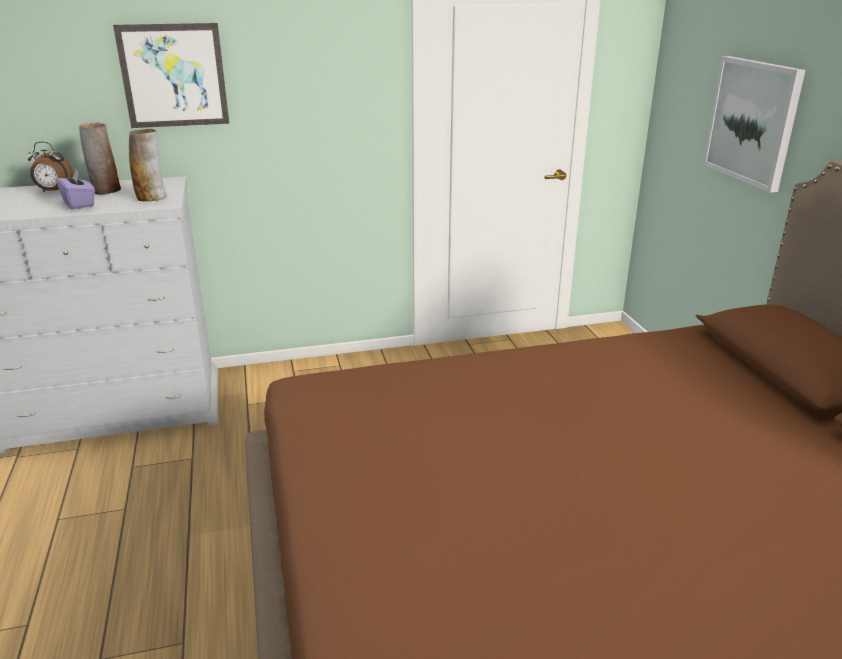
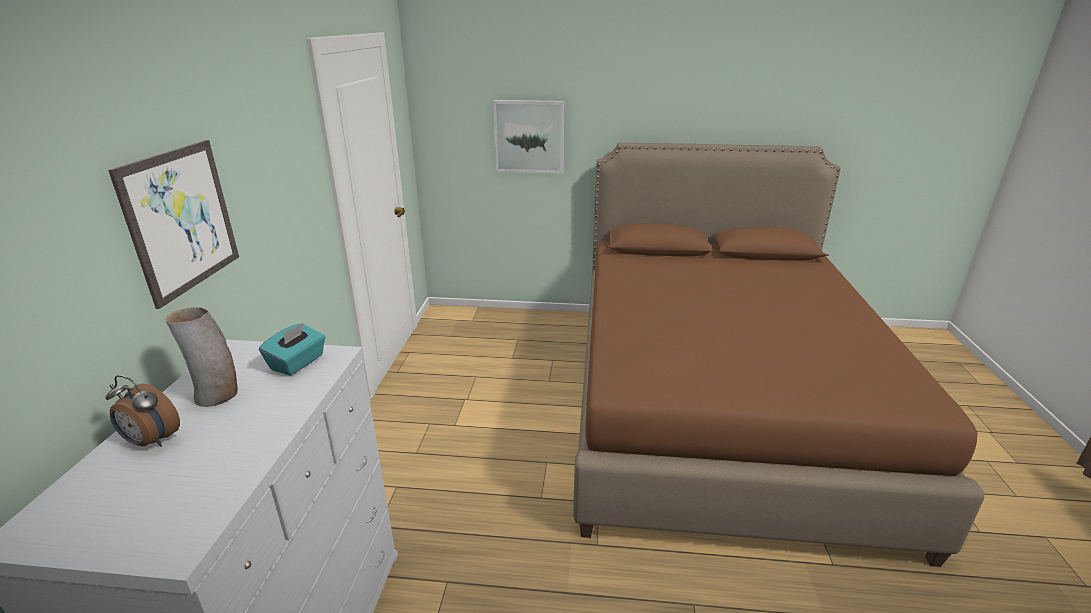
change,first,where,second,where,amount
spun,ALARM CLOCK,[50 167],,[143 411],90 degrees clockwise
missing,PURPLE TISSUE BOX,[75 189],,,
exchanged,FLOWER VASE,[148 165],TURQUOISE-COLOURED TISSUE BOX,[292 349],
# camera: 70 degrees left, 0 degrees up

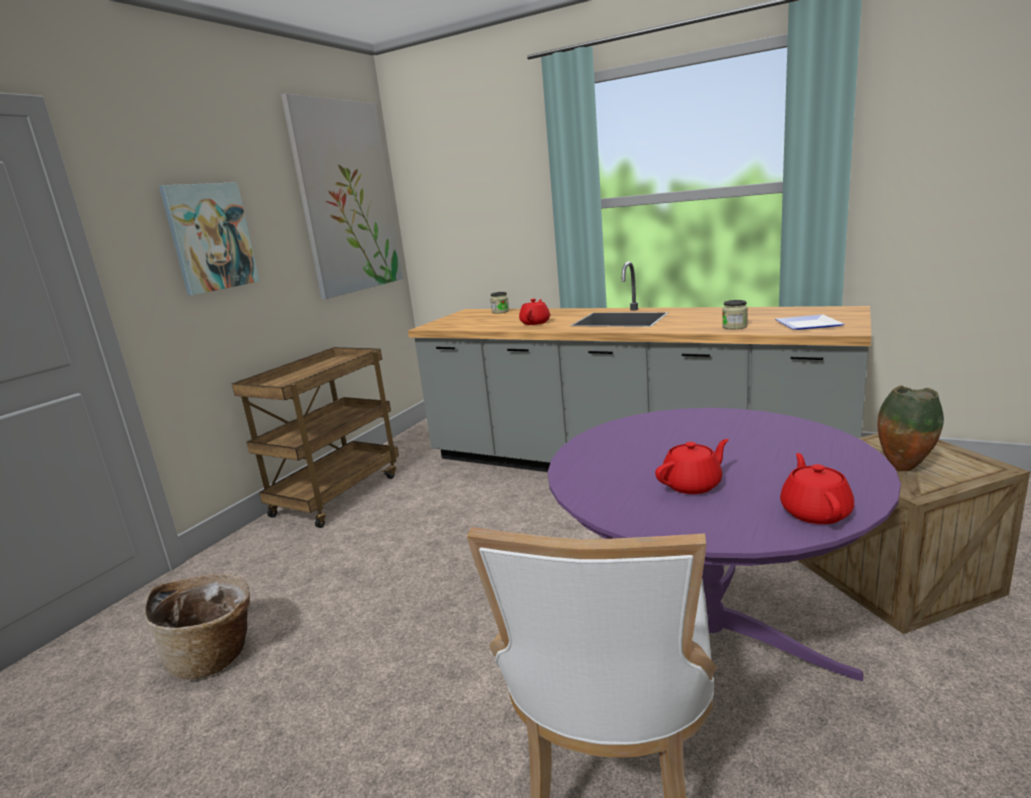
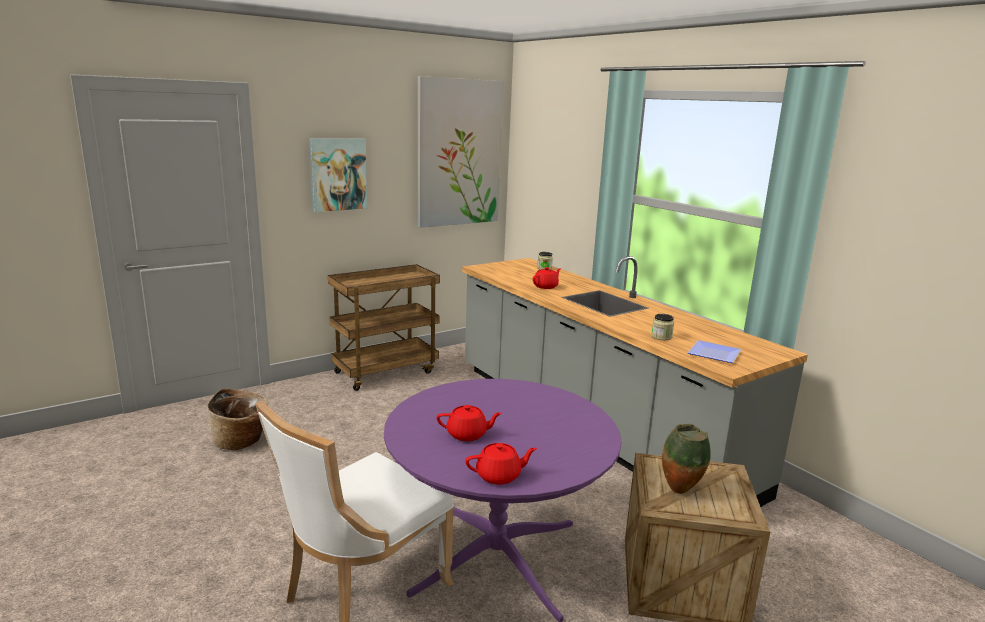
change,first,where,second,where,amount
spun,REDDISH POT FOR TEA,[817 488],,[501 464],45 degrees clockwise
# camera: 25 degrees right, 0 degrees up

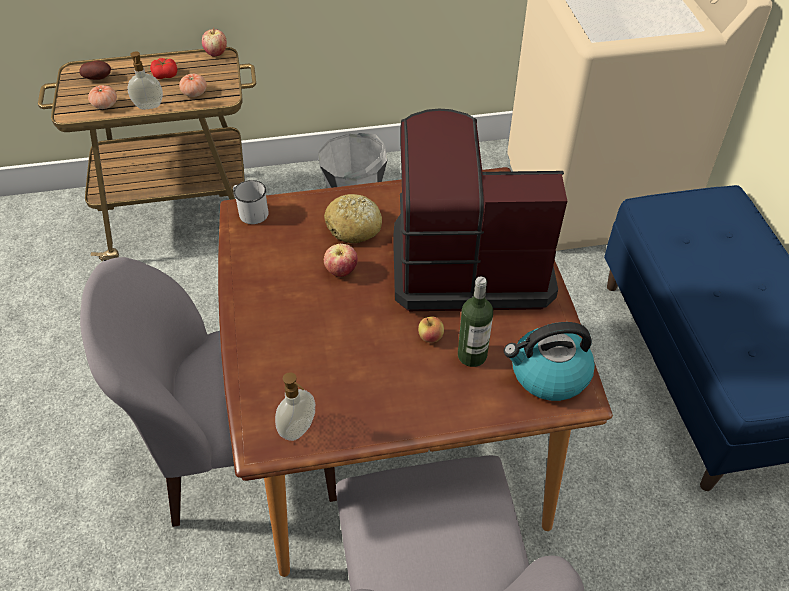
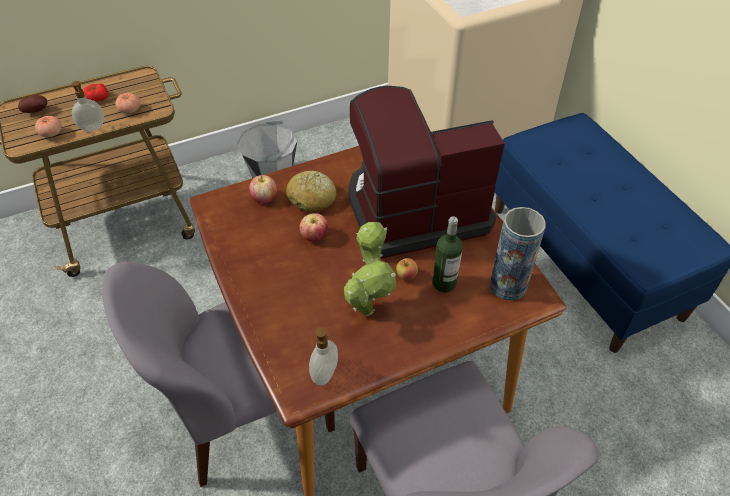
change,first,where,second,where,amount
relocated,APPLE FRUIT,[214 42],,[263 189],
missing,WHITE MUG,[251 202],,,
exchanged,TEA KETTLE,[549 361],FLOWER VASE,[518 254],
appeared,,,HOUSEPLANT,[370 269],
# camera: 15 degrees left, 0 degrees up

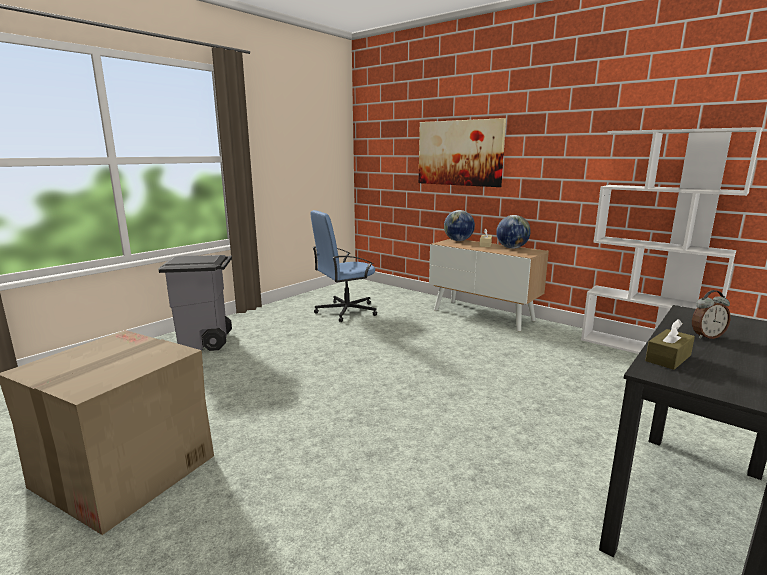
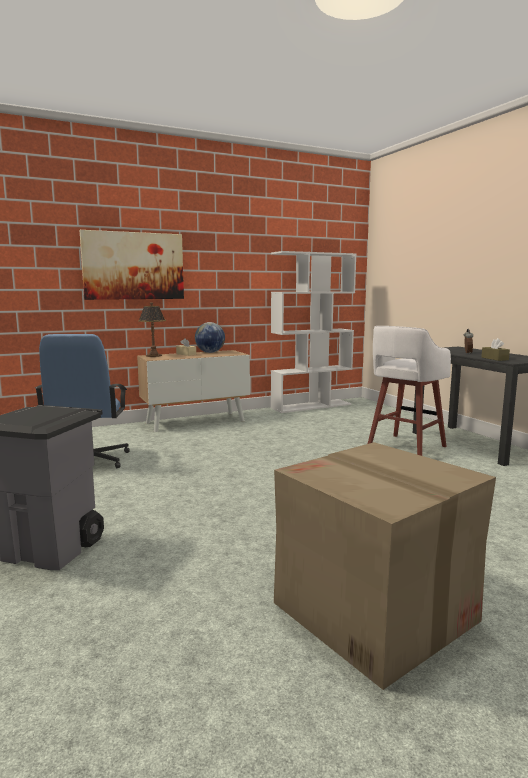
change,first,where,second,where,amount
exchanged,GLOBE,[459 225],TABLETOP LAMP,[152 329],
appeared,,,WHITE SITTING STOOL,[409 391],
# camera: 65 degrees left, 5 degrees down

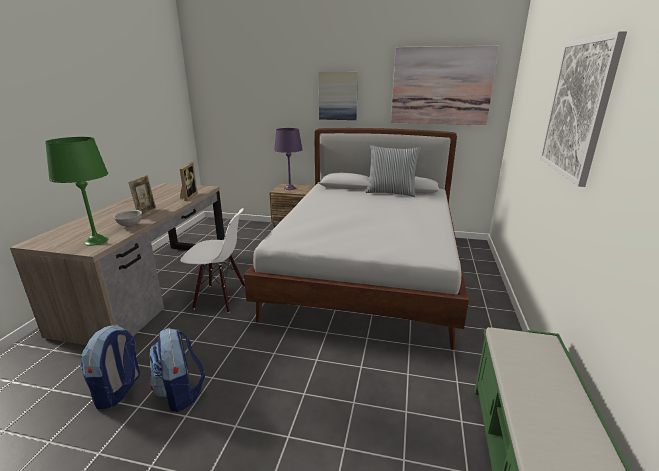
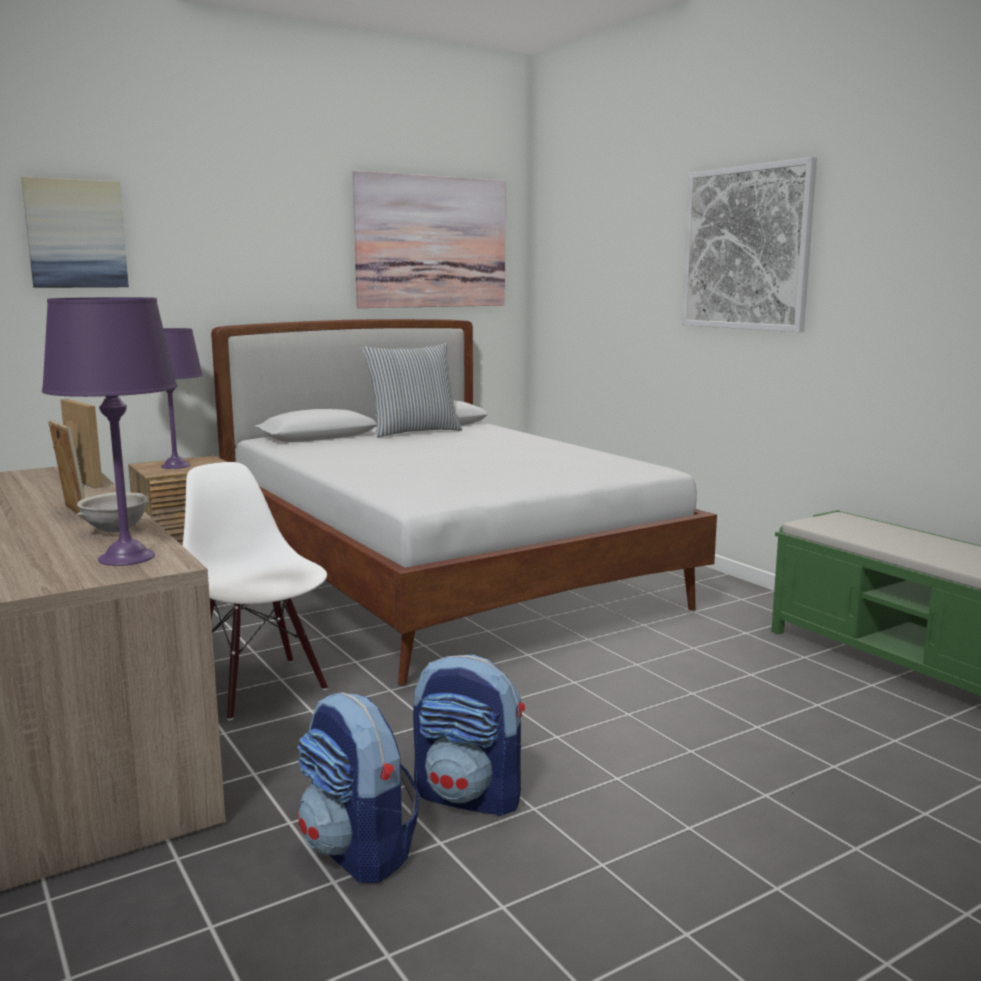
change,first,where,second,where,amount
colour,GREENISH TABLETOP LAMP,[76 191],PURPLE TABLETOP LAMP,[109 431],
spun,WHITE UPRIGHT CHAIR,[213 260],,[255 591],90 degrees counterclockwise
relocated,WALL ART,[338 96],,[75 232],
# camera: 45 degrees left, 10 degrees down

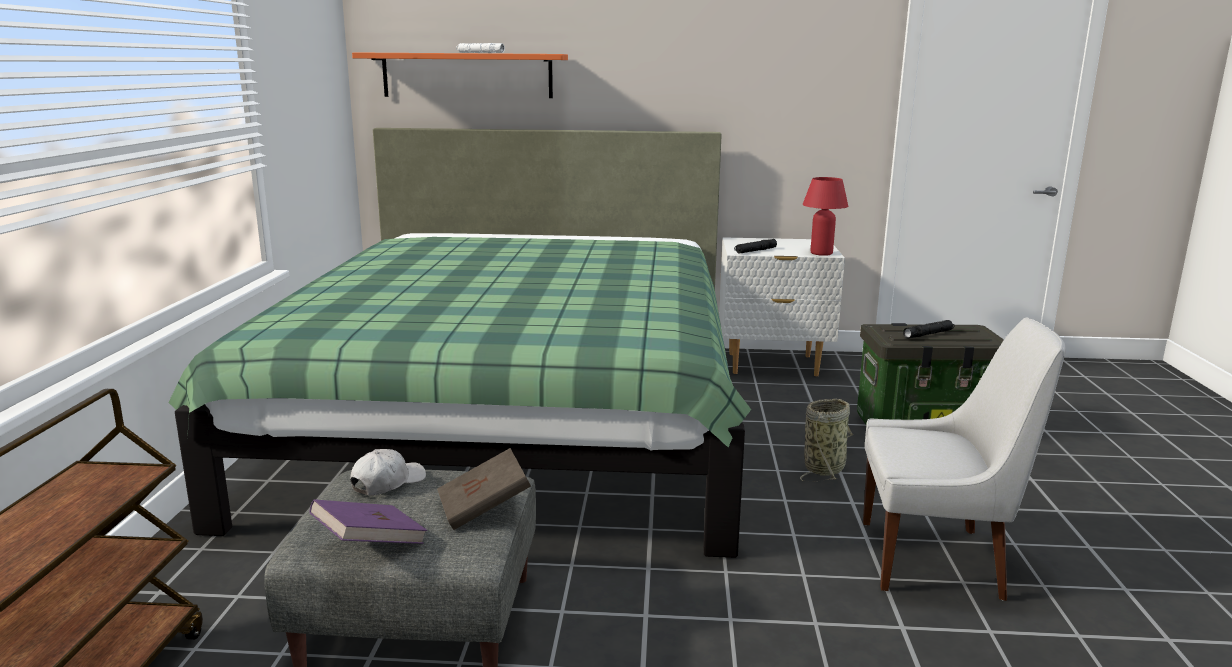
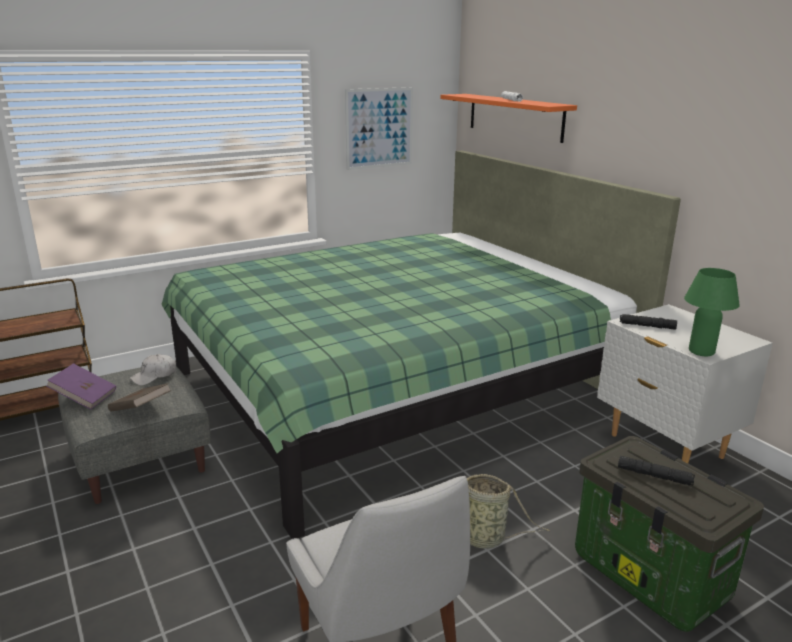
change,first,where,second,where,amount
spun,WHITE BASEBALL CAP,[388 472],,[153 369],135 degrees clockwise
colour,REDDISH TABLETOP LAMP,[825 216],GREENISH TABLETOP LAMP,[712 312],
appeared,,,WALL ART,[379 128],
# camera: 55 degrees right, 5 degrees up

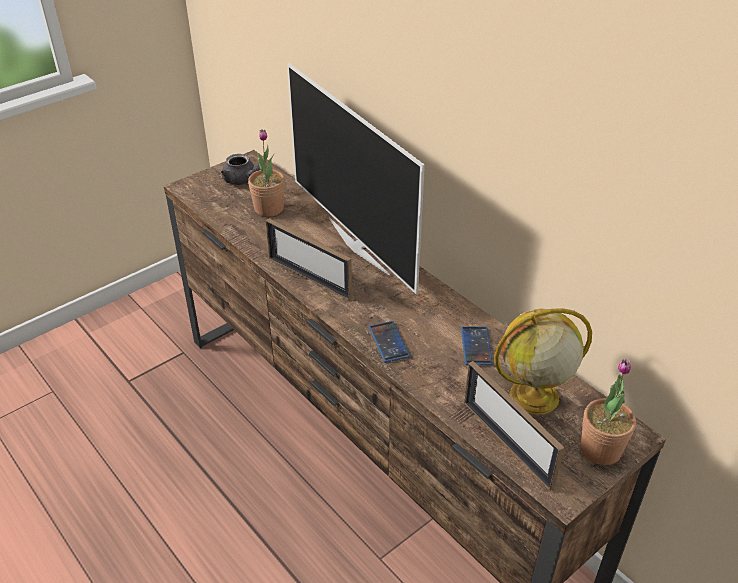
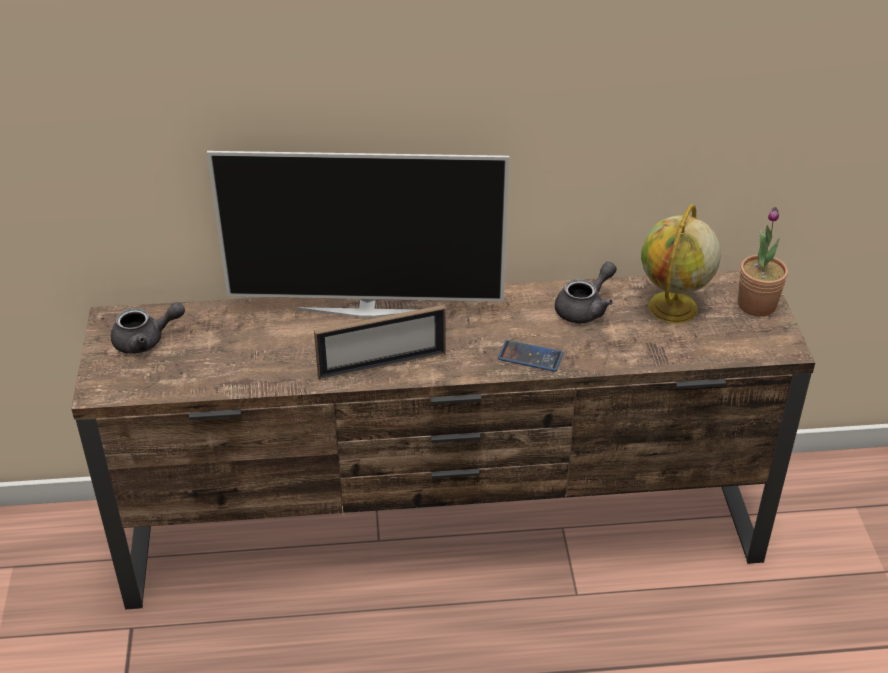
change,first,where,second,where,amount
missing,HOUSEPLANT,[266 173],,,
exchanged,HANDSET,[477 345],GRAY POT FOR TEA,[586 292],
missing,PHOTO FRAME,[514 426],,,
# camera: 55 degrees left, 0 degrees up

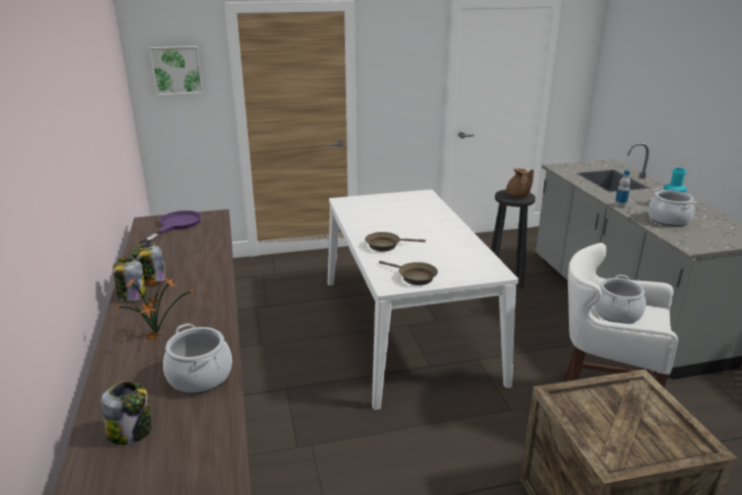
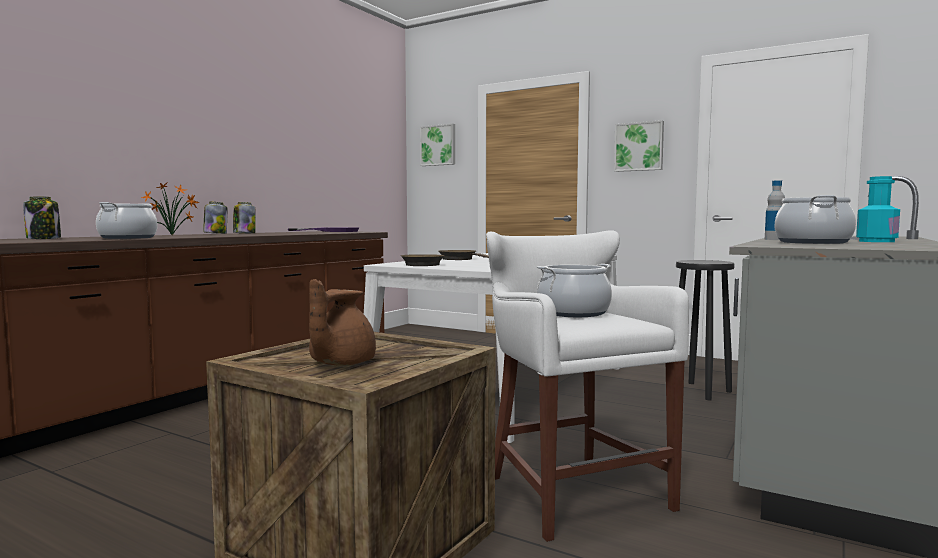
change,first,where,second,where,amount
relocated,BROWN-COLOURED POT FOR TEA,[520 182],,[342 322],
appeared,,,WALL ART,[639 146],
# camera: 45 degrees right, 20 degrees down

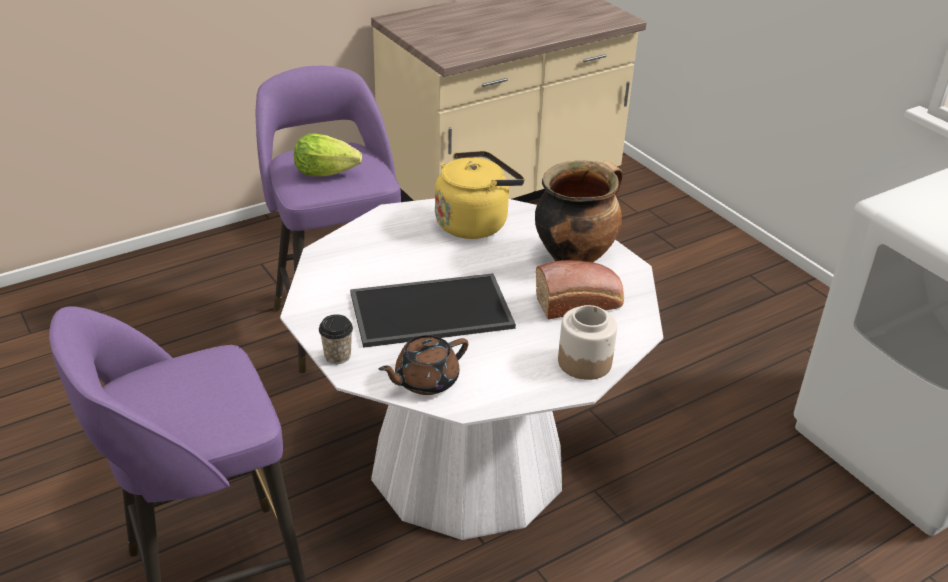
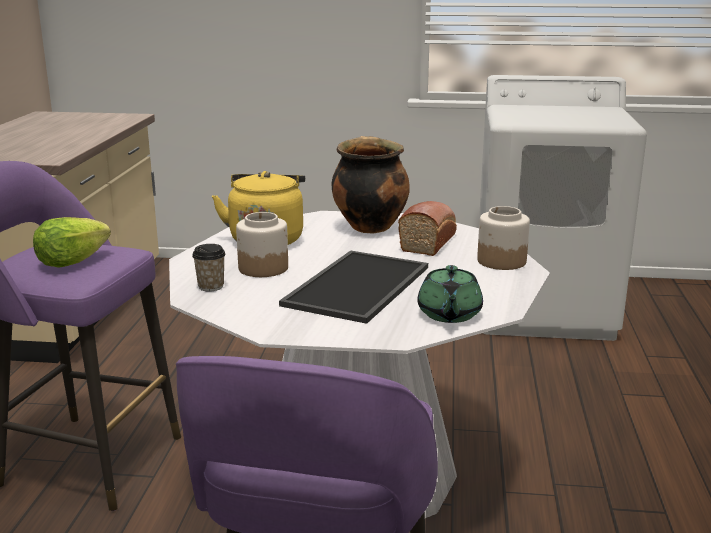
change,first,where,second,where,amount
relocated,SMALL CUP,[336 339],,[209 268],
colour,BROWN-COLOURED POT FOR TEA,[423 365],GREENISH POT FOR TEA,[450 294],
appeared,,,PRESERVE JAR,[262 244],
# camera: 50 degrees left, 15 degrees down

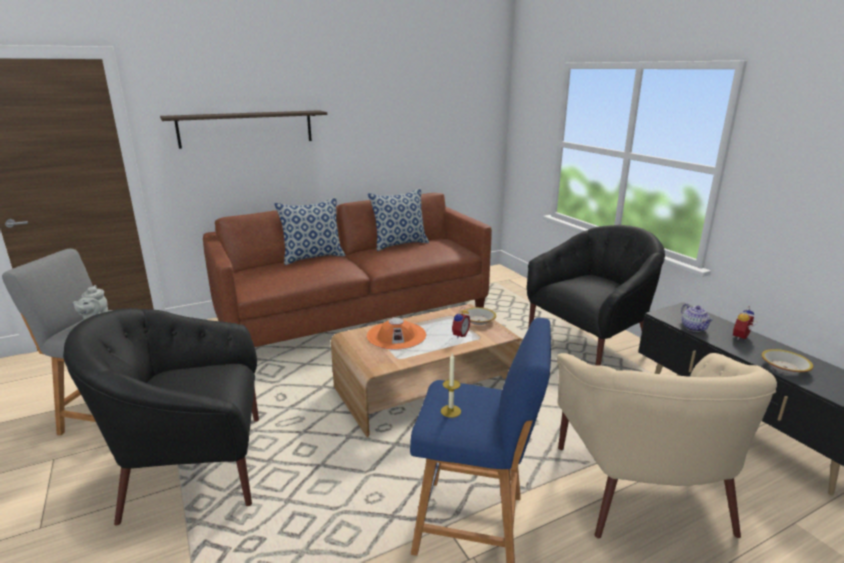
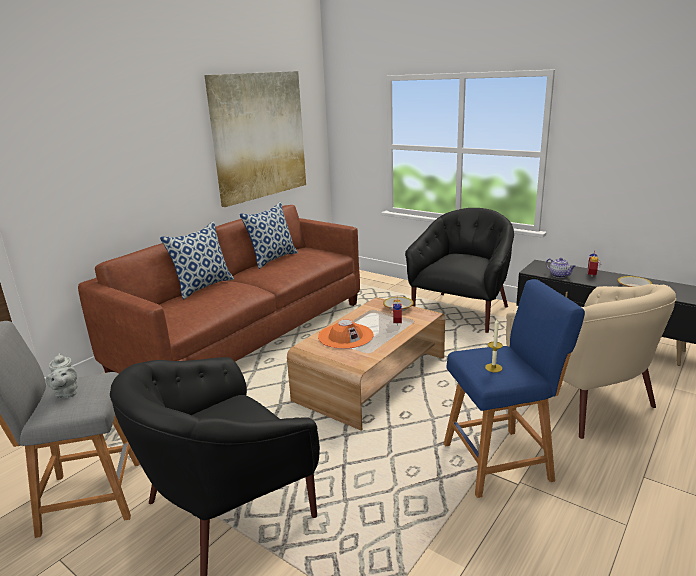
change,first,where,second,where,amount
missing,BRACKET SHELF,[243 129],,,
appeared,,,WALL ART,[255 139],
# camera: 25 degrees left, 0 degrees up

